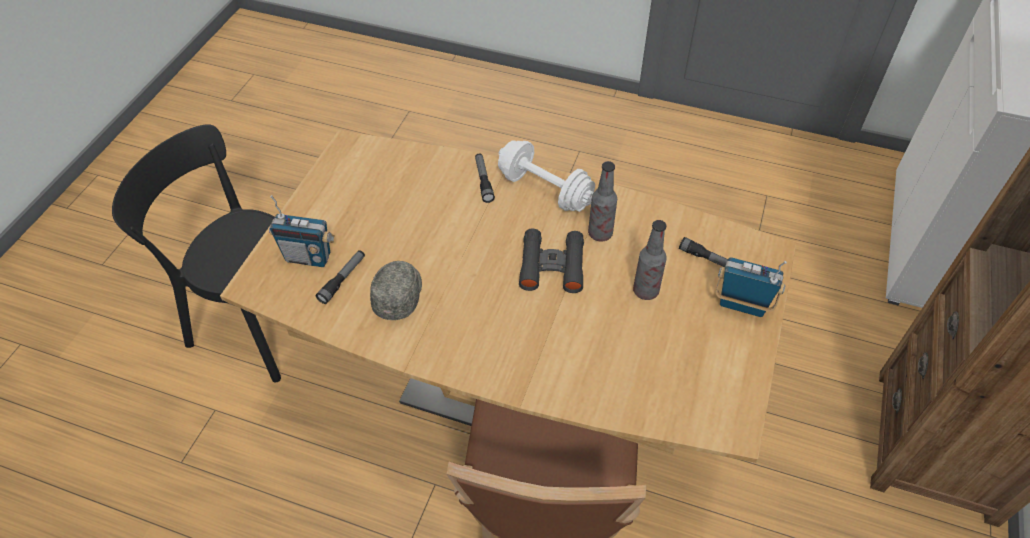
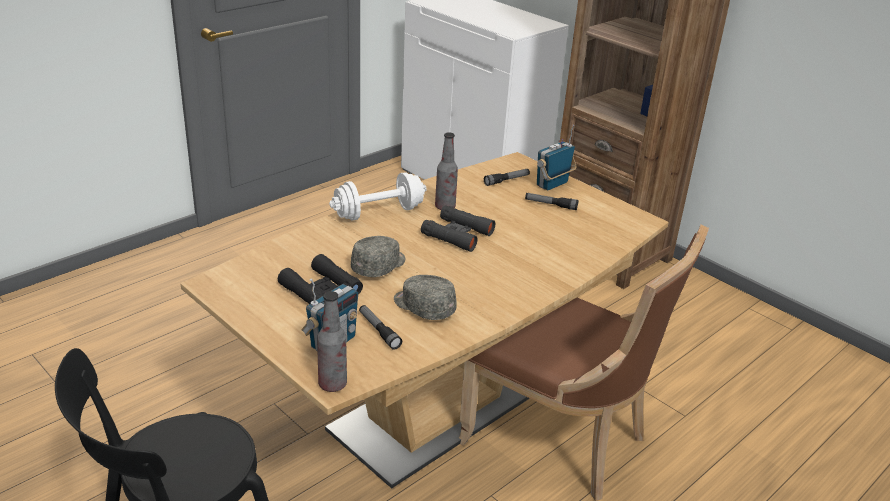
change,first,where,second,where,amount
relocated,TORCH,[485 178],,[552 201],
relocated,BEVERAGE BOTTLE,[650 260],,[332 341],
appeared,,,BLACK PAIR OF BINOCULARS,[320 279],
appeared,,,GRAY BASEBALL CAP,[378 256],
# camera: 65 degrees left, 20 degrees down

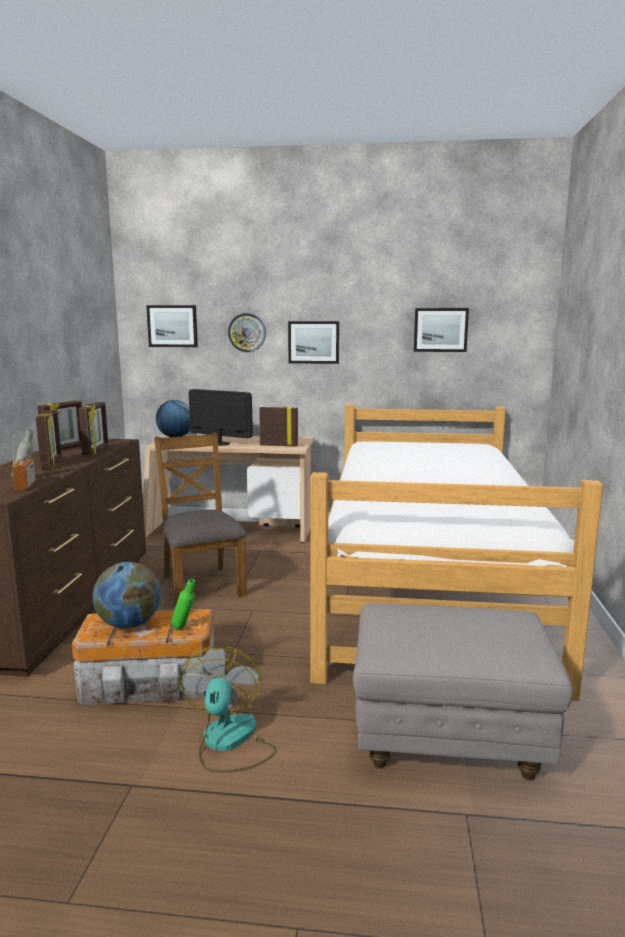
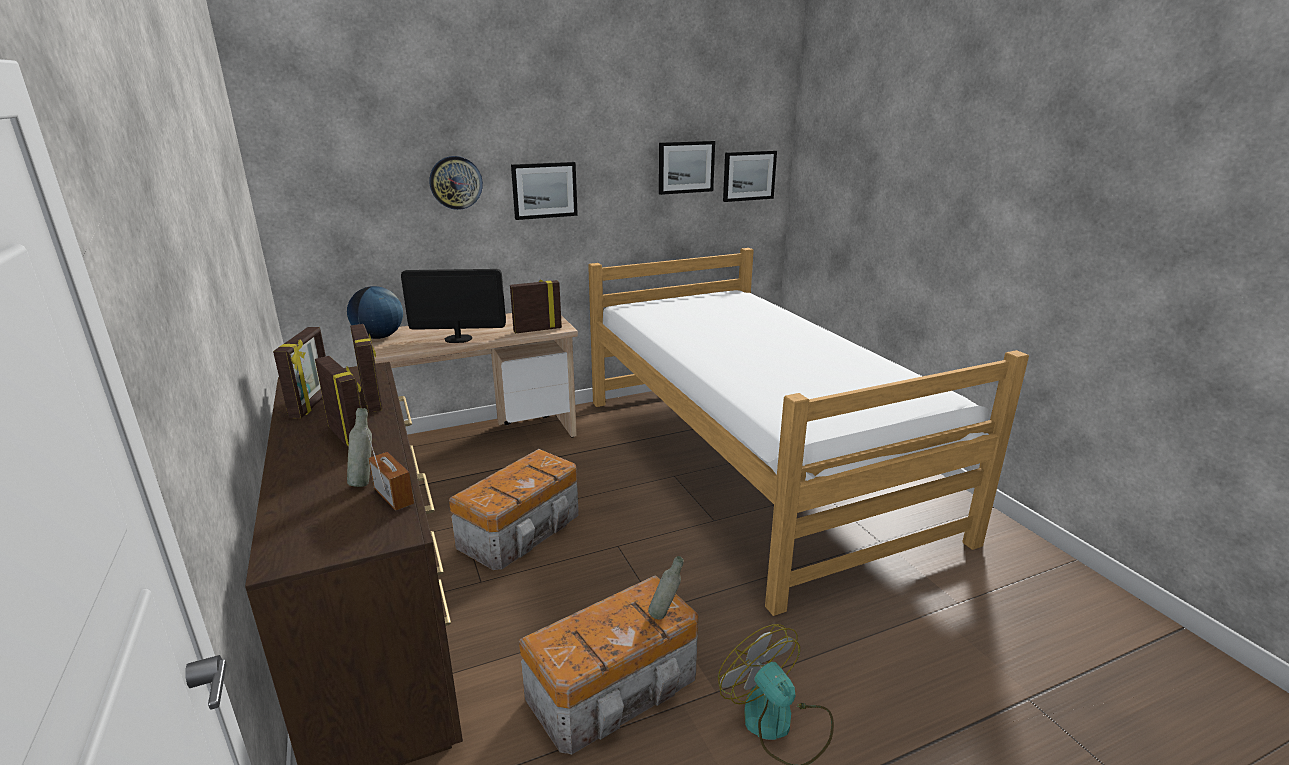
change,first,where,second,where,amount
missing,GLOBE,[127 595],,,
relocated,WALL ART,[172 326],,[750 176],
exchanged,BROWN-COLOURED UPRIGHT CHAIR,[200 519],STORAGE CONTAINER,[514 509],
colour,GREENISH BEVERAGE BOTTLE,[183 604],GRAY BEVERAGE BOTTLE,[666 588],
missing,GRAY FOOTREST,[463 691],,,
# camera: 30 degrees left, 10 degrees up

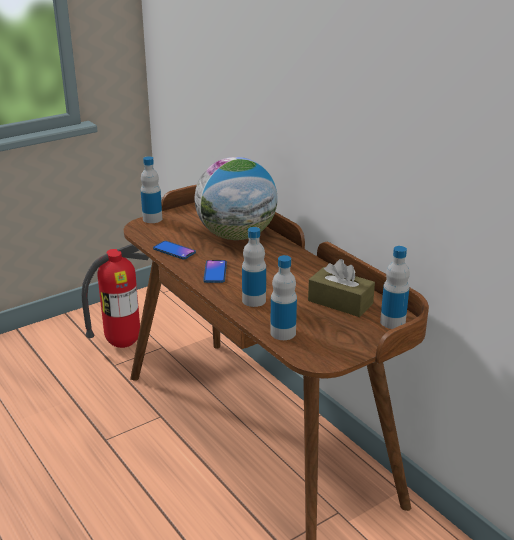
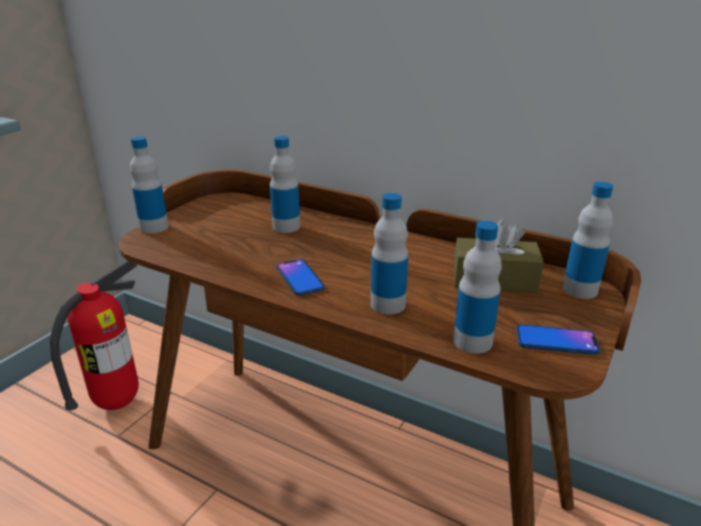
change,first,where,second,where,amount
relocated,HANDSET,[174 250],,[558 339],
exchanged,GLOBE,[236 198],BEVERAGE BOTTLE,[285 184],
# camera: 25 degrees left, 0 degrees up

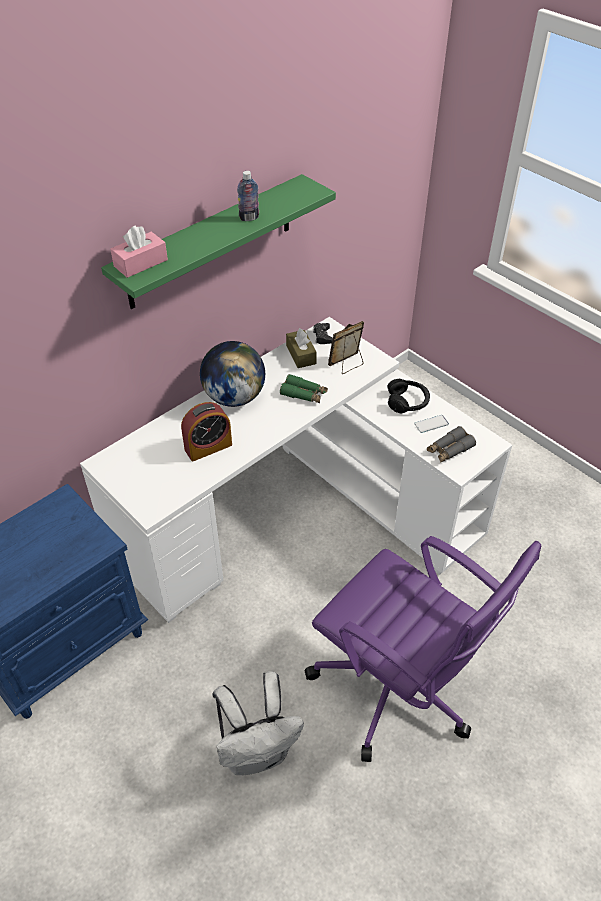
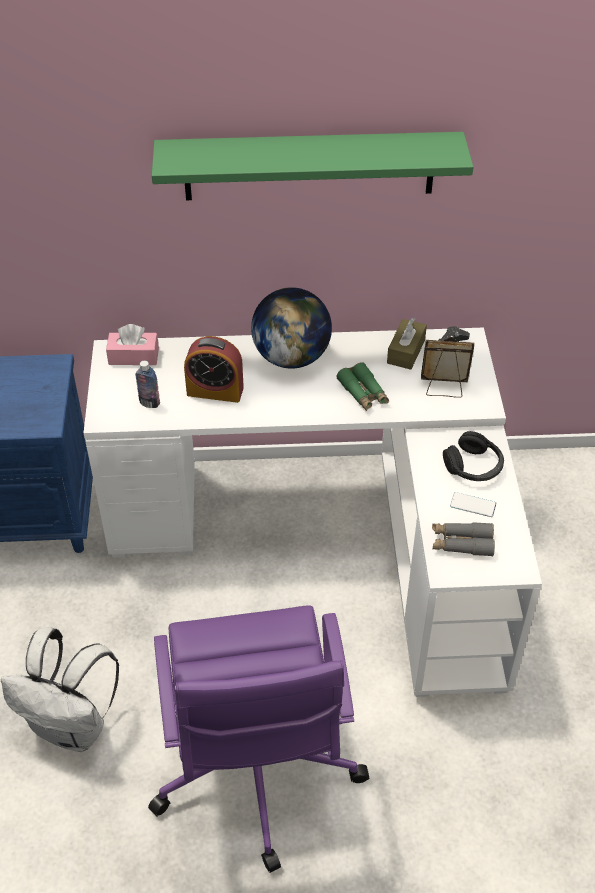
change,first,where,second,where,amount
relocated,PINK-COLOURED TISSUE BOX,[139 252],,[132 344],
relocated,BEVERAGE BOTTLE,[248 196],,[147 384],
# camera: 40 degrees right, 0 degrees up

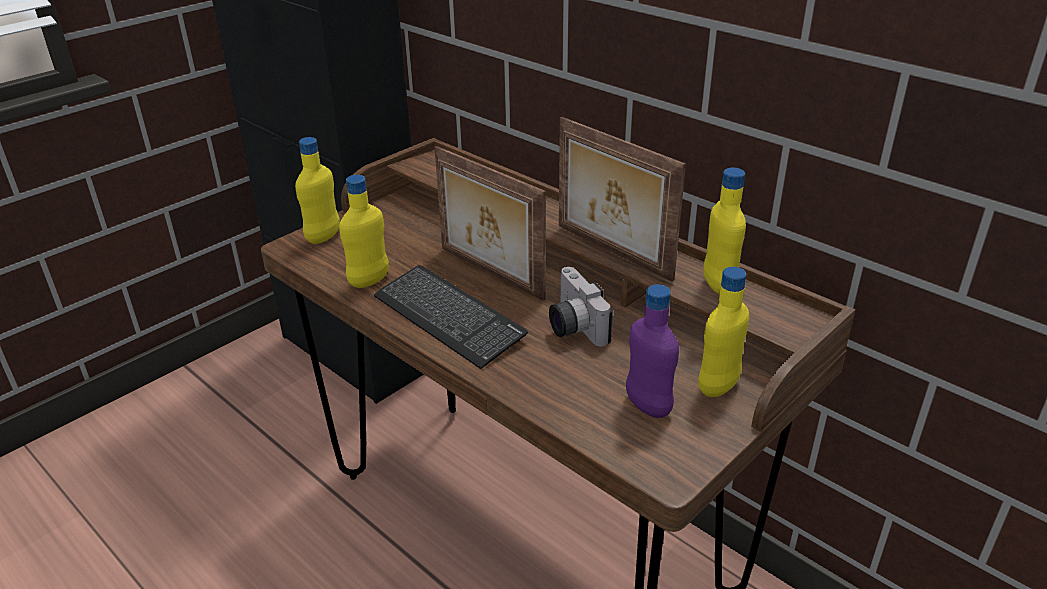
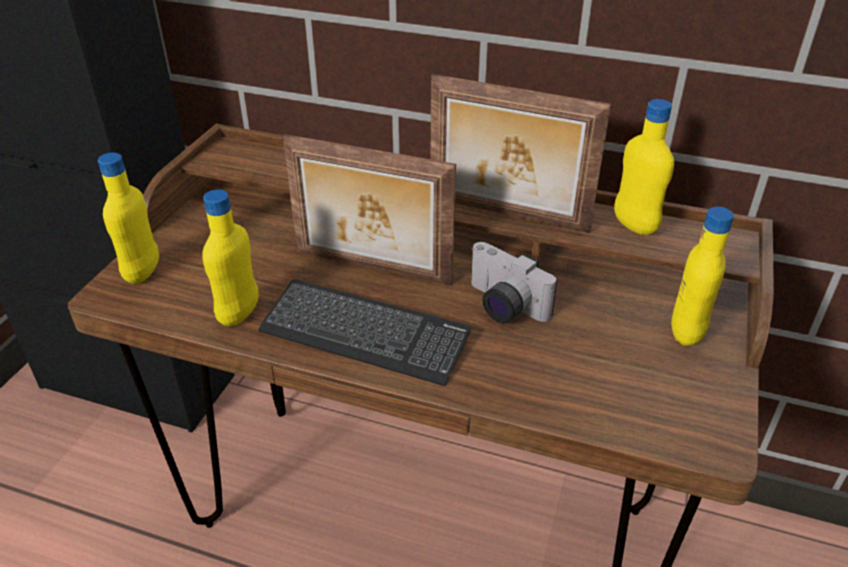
change,first,where,second,where,amount
missing,PURPLE BEVERAGE BOTTLE,[652 351],,,
# camera: 25 degrees left, 5 degrees up

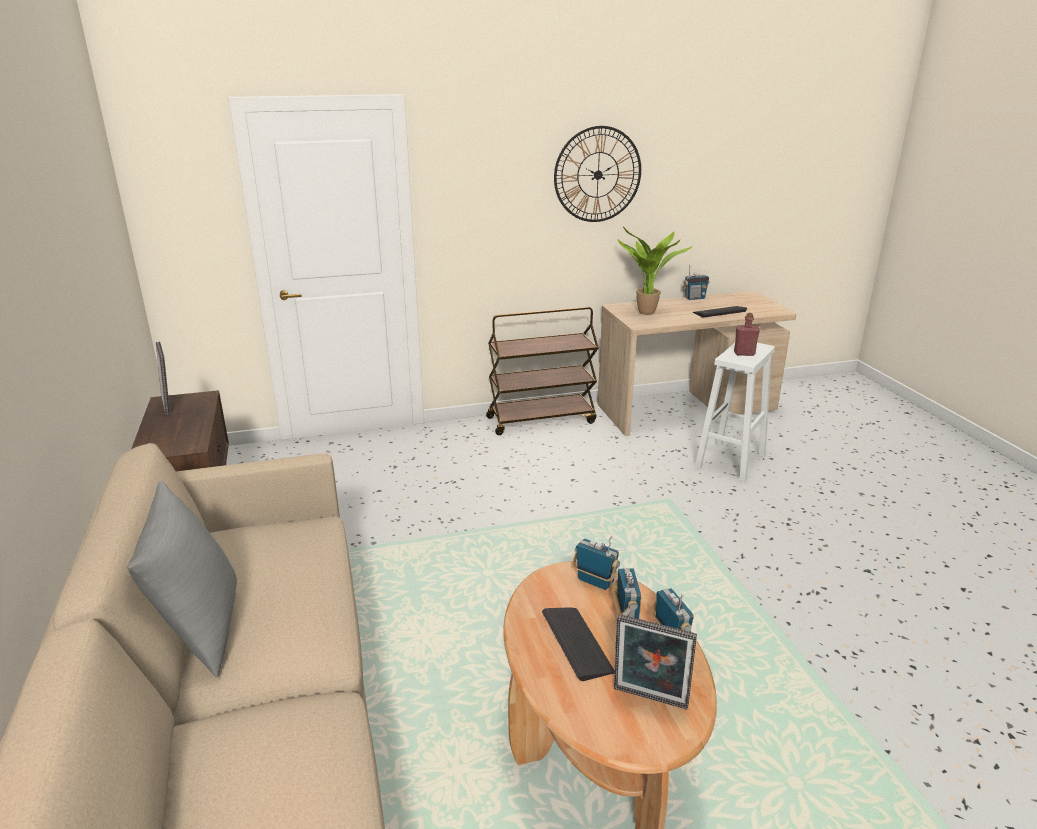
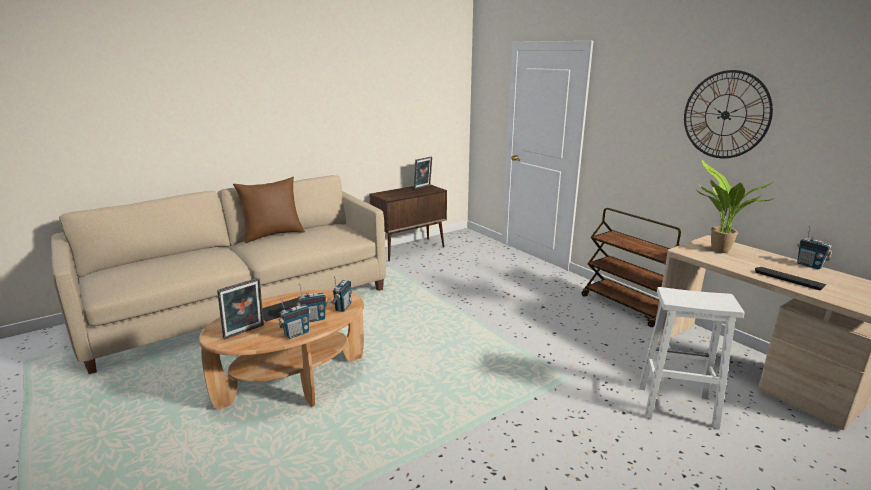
change,first,where,second,where,amount
colour,GRAY CUSHION,[182 579],BROWN-COLOURED CUSHION,[269 210],
spun,PHOTO FRAME,[655 662],,[240 308],135 degrees counterclockwise
missing,REDDISH BEVERAGE BOTTLE,[747 334],,,
# camera: 70 degrees right, 5 degrees down

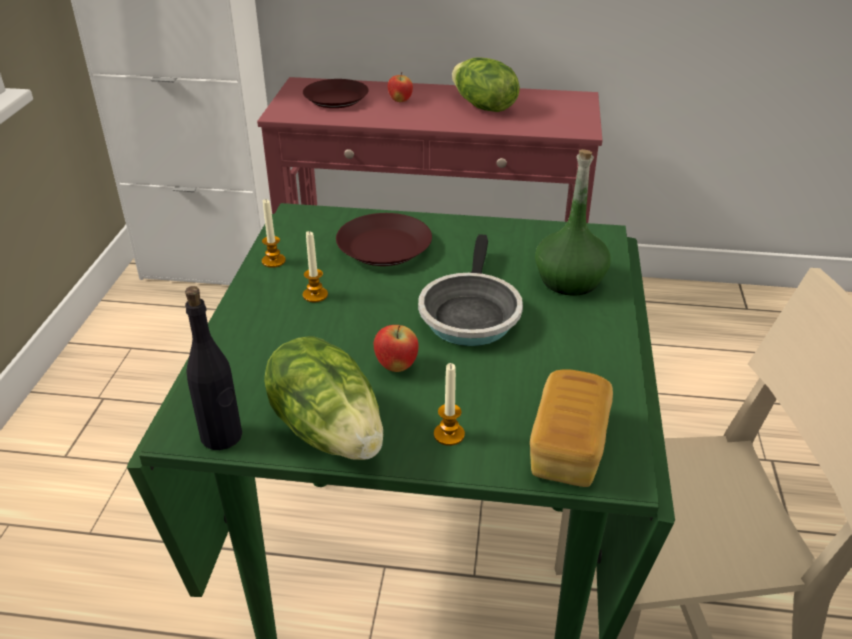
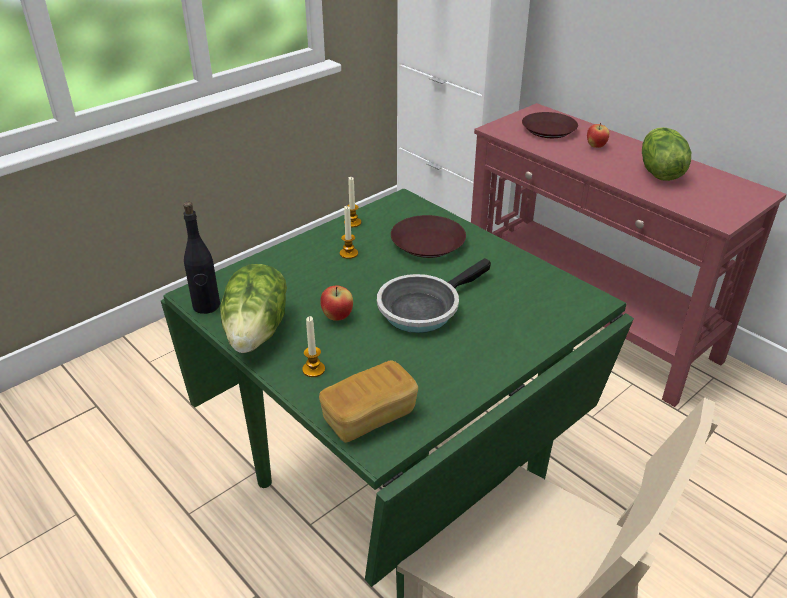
change,first,where,second,where,amount
missing,GREENISH BEVERAGE BOTTLE,[573 222],,,
# camera: 40 degrees right, 0 degrees up

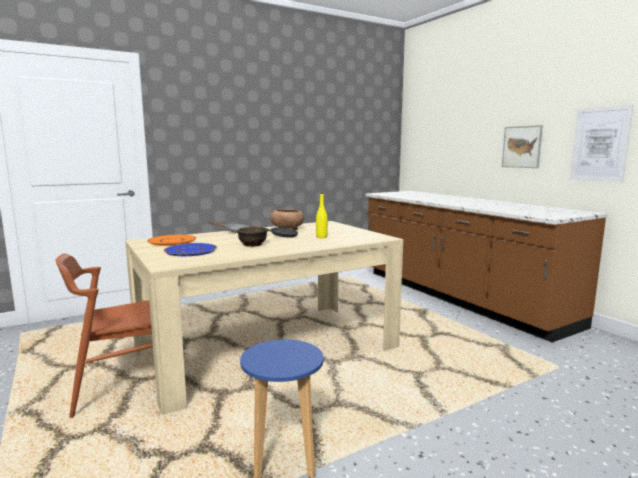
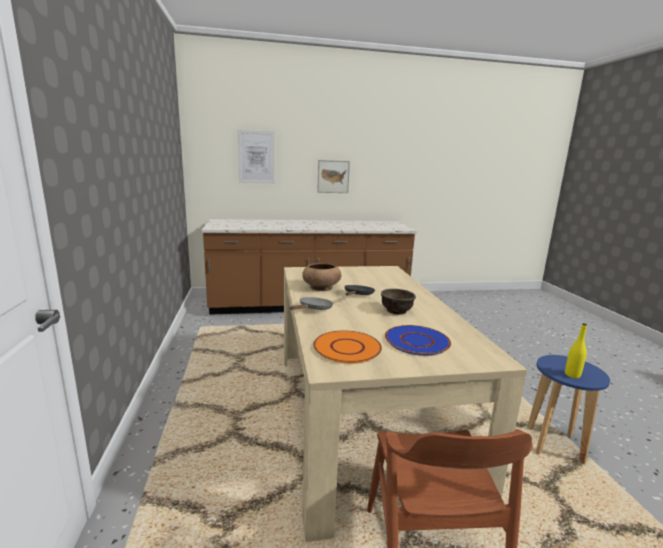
change,first,where,second,where,amount
relocated,YELLOW BEVERAGE BOTTLE,[322 215],,[576 350],
relocated,WALL ART,[602 143],,[256 157],
# camera: 70 degrees left, 5 degrees up

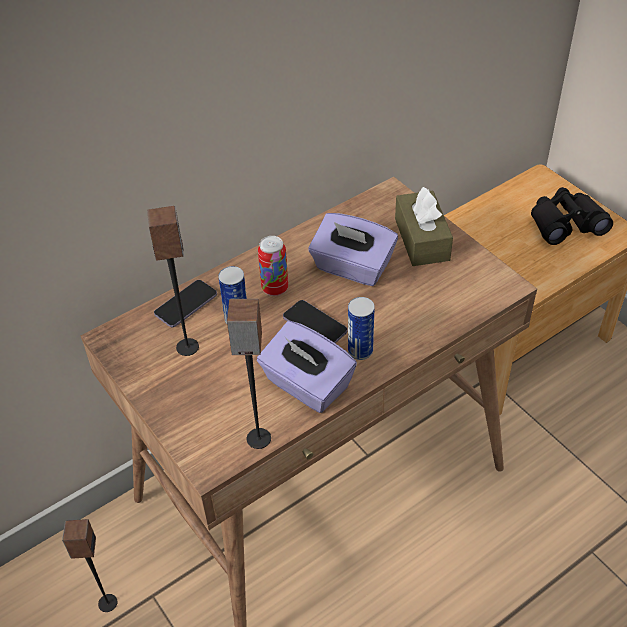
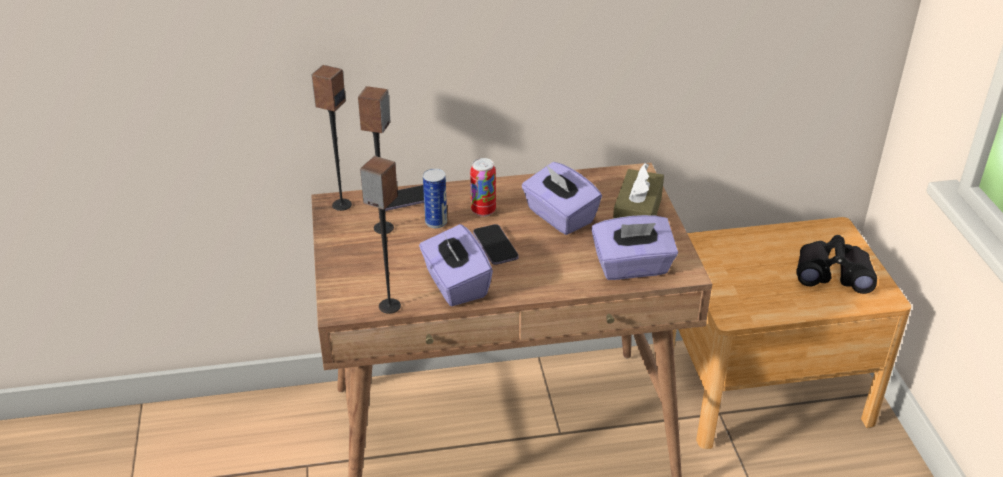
change,first,where,second,where,amount
relocated,LOUDSPEAKER,[89 565],,[331 138],
missing,SEALED CAN,[361 328],,,
appeared,,,PURPLE TISSUE BOX,[634 247],
# camera: 25 degrees right, 10 degrees down

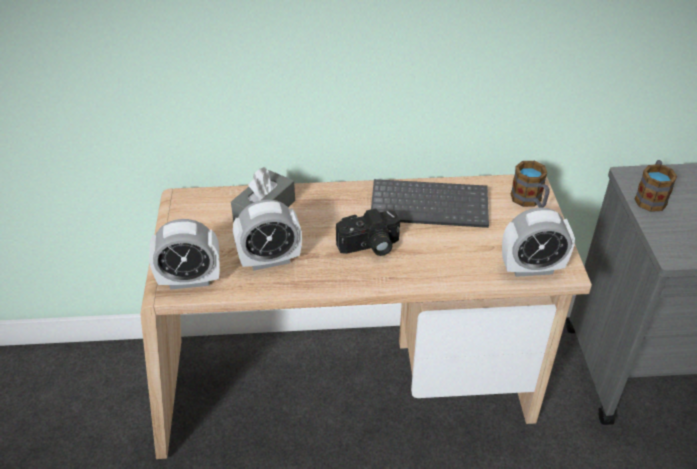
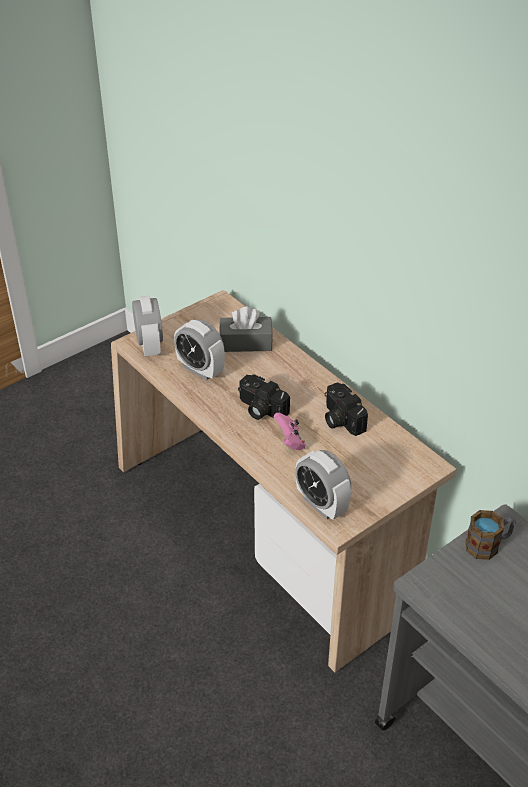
change,first,where,second,where,amount
spun,ALARM CLOCK,[184 254],,[147 326],150 degrees counterclockwise
exchanged,PC KEYBOARD,[430 203],PHOTO CAMERA,[346 409],
missing,MUG,[530 184],,,
appeared,,,PINK-COLOURED JOYPAD,[290 431],
# camera: 55 degrees right, 0 degrees up

